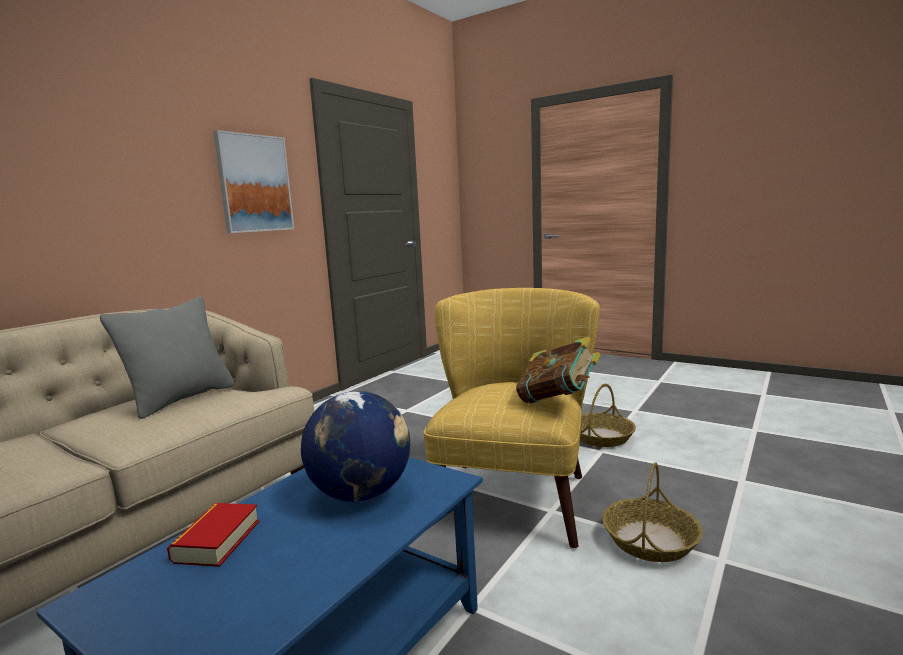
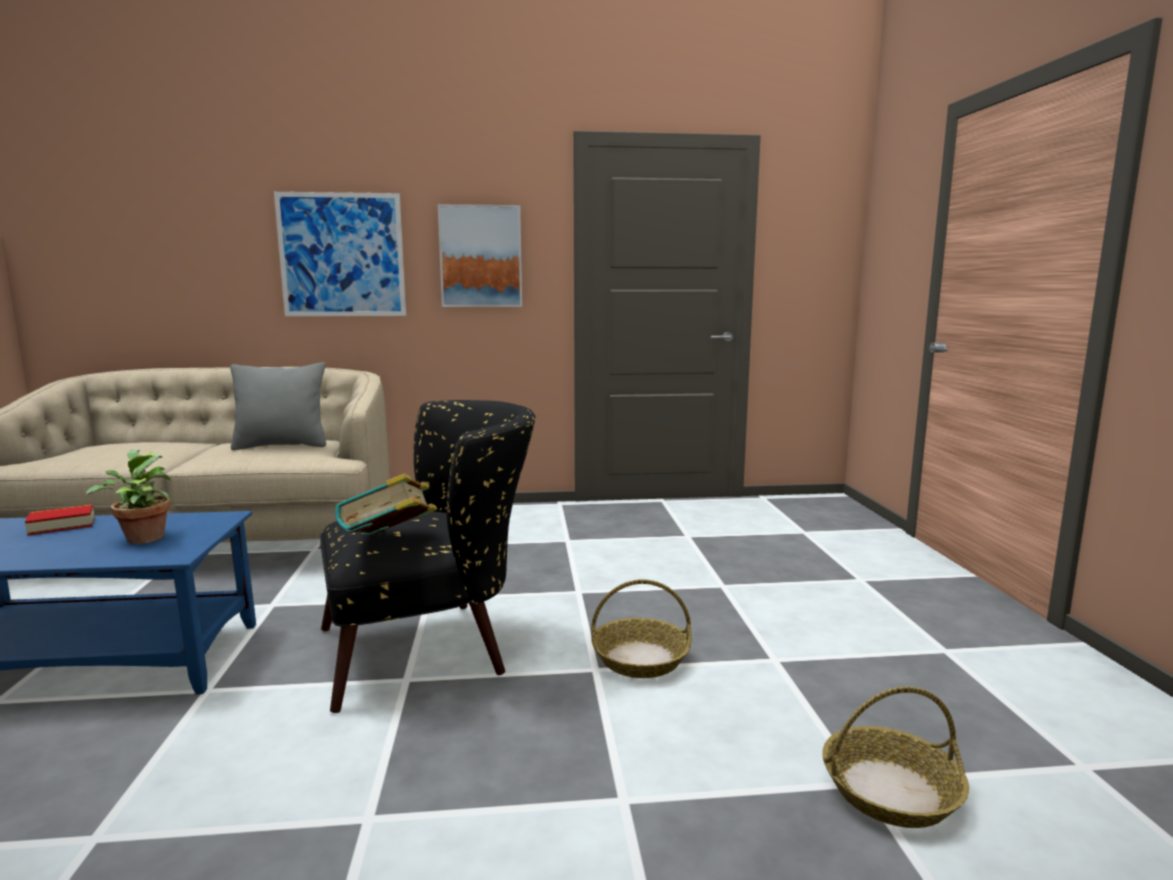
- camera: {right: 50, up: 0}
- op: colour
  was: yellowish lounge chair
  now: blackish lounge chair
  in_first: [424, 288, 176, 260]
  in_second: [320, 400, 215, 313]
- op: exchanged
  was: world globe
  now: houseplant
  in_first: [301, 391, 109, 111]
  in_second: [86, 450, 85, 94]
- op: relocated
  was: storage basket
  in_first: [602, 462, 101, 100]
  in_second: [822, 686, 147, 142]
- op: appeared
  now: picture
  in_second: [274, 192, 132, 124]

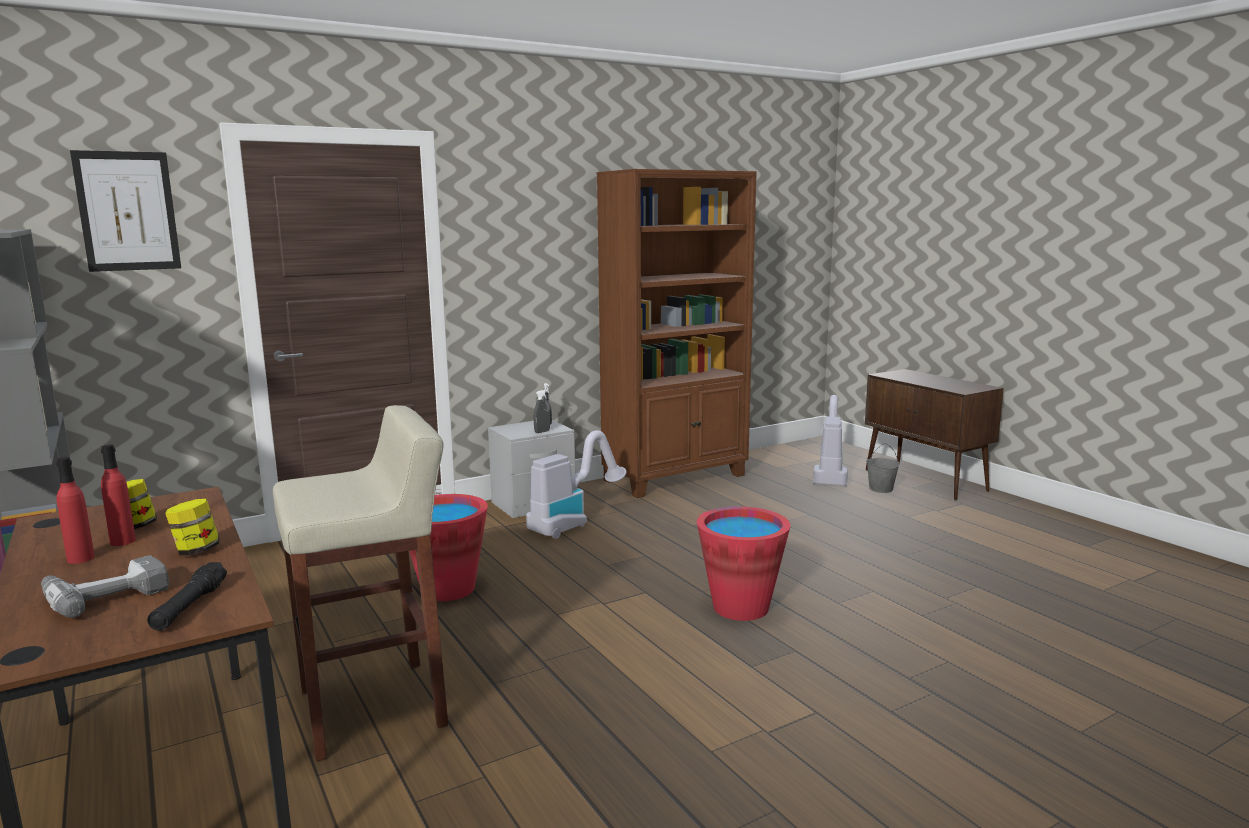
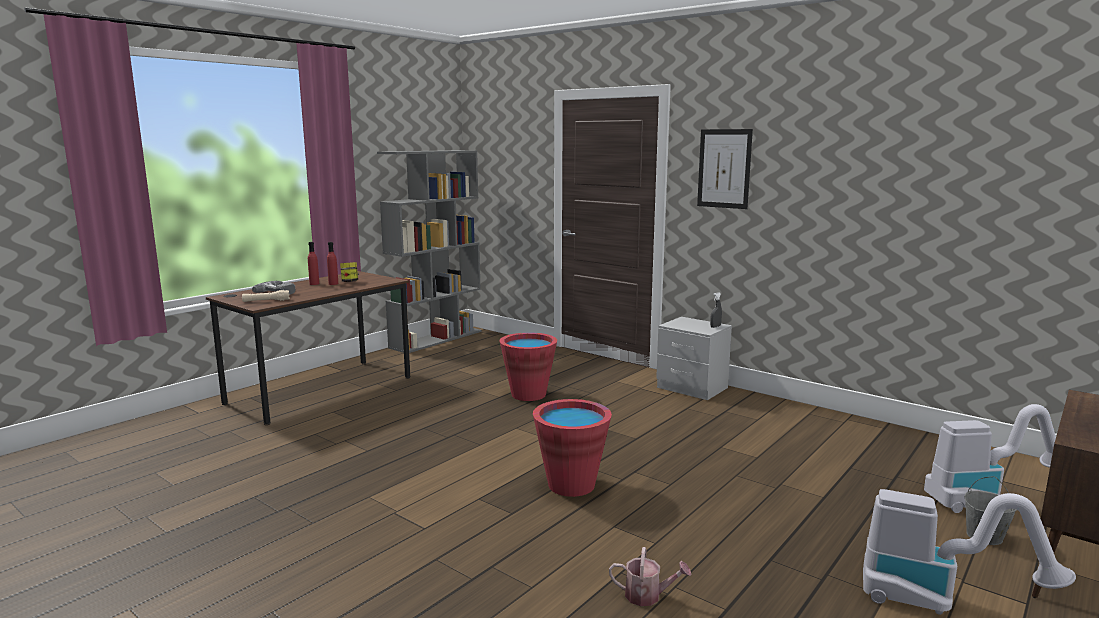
- camera: {right: 70, up: 0}
- op: relocated
  was: picture
  in_first: [70, 150, 111, 122]
  in_second: [697, 129, 56, 80]
- op: missing
  was: brown bookcase
  in_first: [597, 169, 160, 329]
- op: missing
  was: grey sprayer
  in_first: [534, 390, 16, 43]
- op: missing
  was: beige stool
  in_first: [273, 405, 175, 356]
- op: relocated
  was: hoover
  in_first: [526, 430, 100, 109]
  in_second: [863, 489, 213, 126]
- op: missing
  was: preserve jar
  in_first: [165, 499, 55, 56]
- op: colour
  was: blackish flashlight
  now: beige flashlight
  in_first: [147, 562, 80, 69]
  in_second: [242, 290, 48, 12]
- op: appeared
  now: sprinkling can
  in_second: [609, 547, 82, 59]

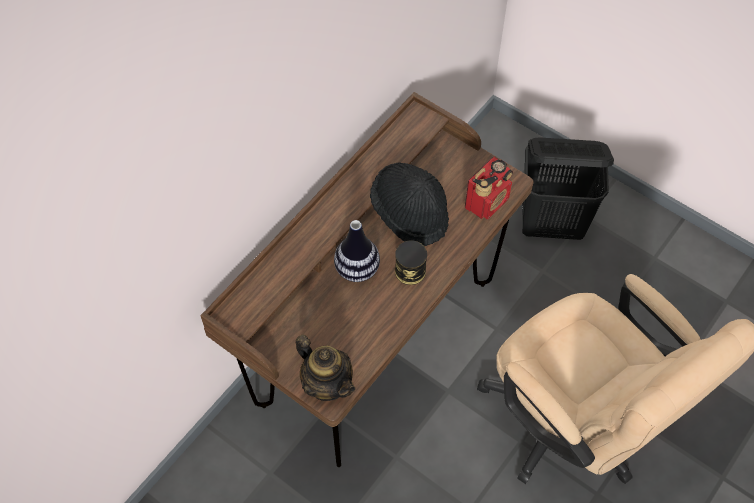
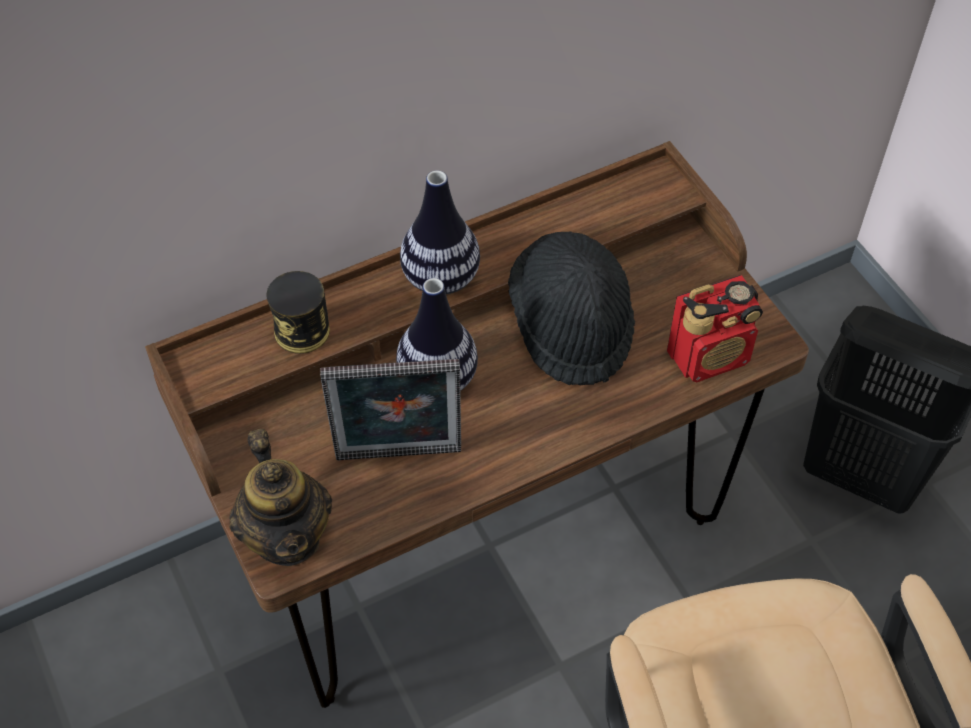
- camera: {right: 25, up: -5}
- op: relocated
  was: metal can
  in_first: [395, 240, 32, 45]
  in_second: [267, 271, 63, 83]
- op: appeared
  now: decorative vase
  in_second: [400, 170, 80, 125]
- op: appeared
  now: photo frame
  in_second: [320, 359, 141, 101]

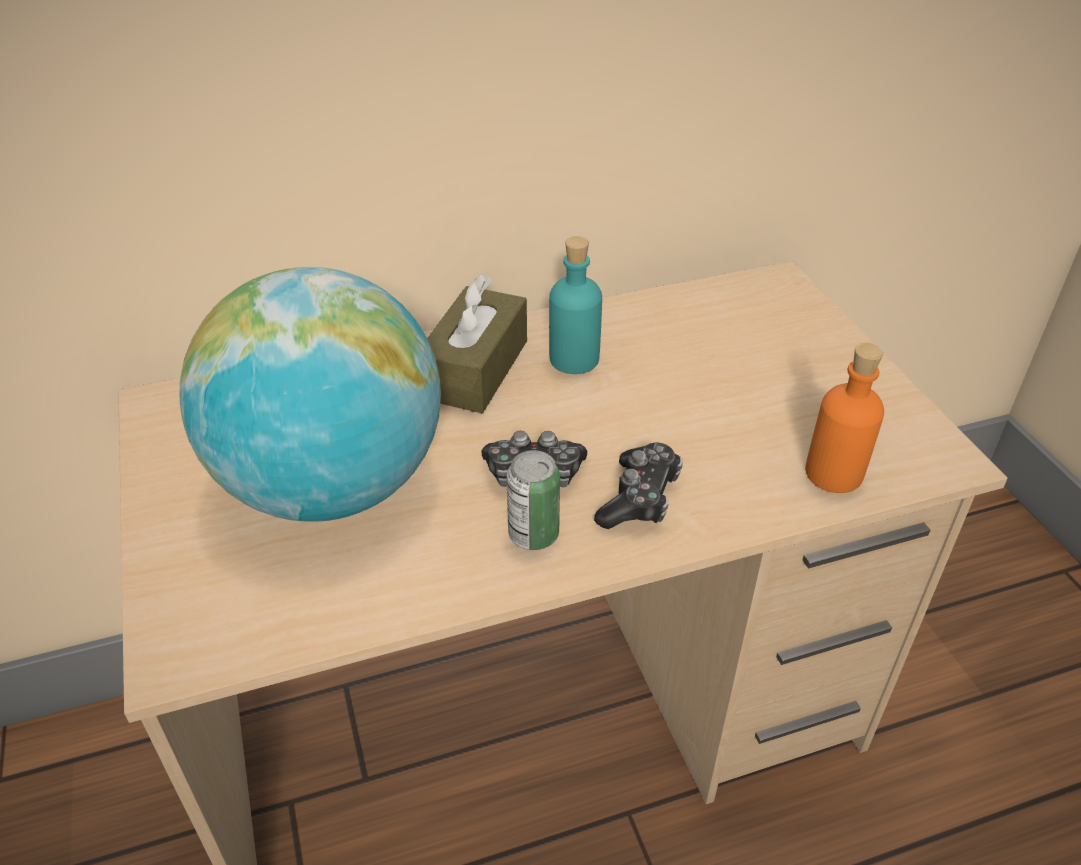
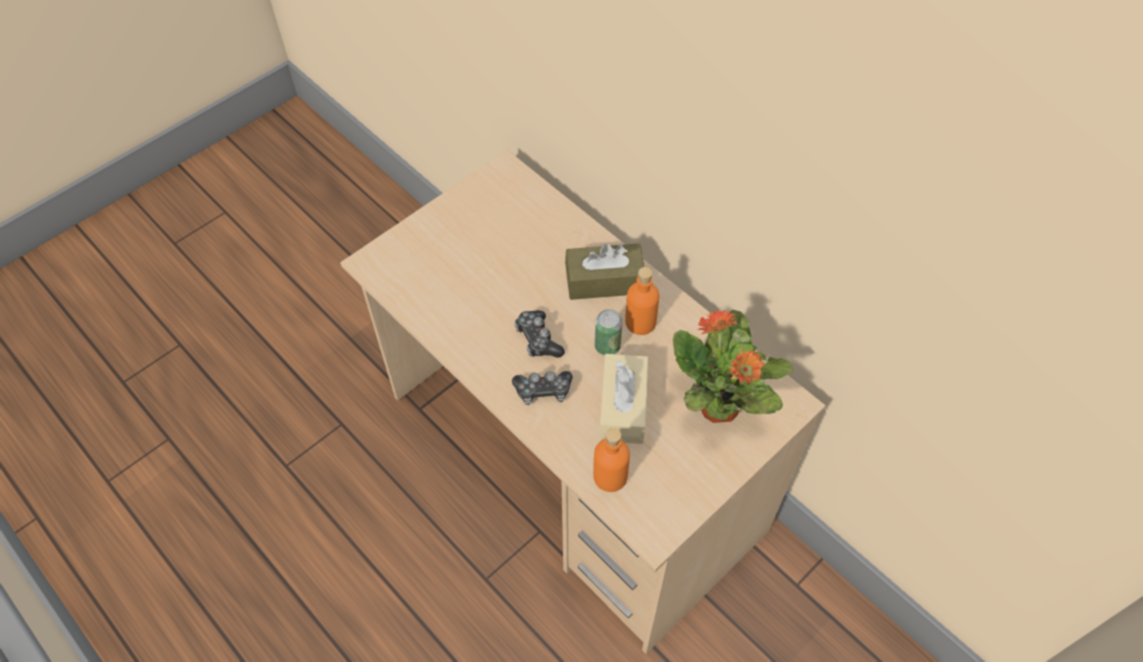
- camera: {right: 65, up: 15}
- op: colour
  was: turquoise bottle
  now: orangey bottle
  in_first: [549, 236, 53, 138]
  in_second: [625, 267, 34, 68]
- op: missing
  was: world globe
  in_first: [180, 267, 261, 255]
- op: relocated
  was: metal can
  in_first: [506, 450, 54, 100]
  in_second: [595, 309, 27, 46]
- op: appeared
  now: houseplant
  in_second: [673, 310, 120, 113]
- op: appeared
  now: beige tissue box
  in_second: [599, 354, 49, 90]

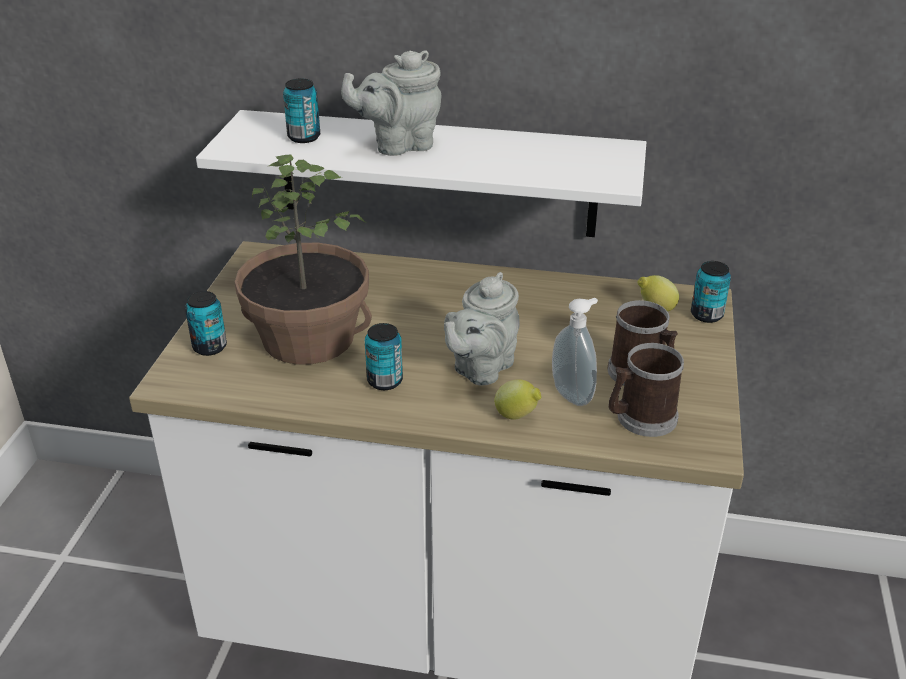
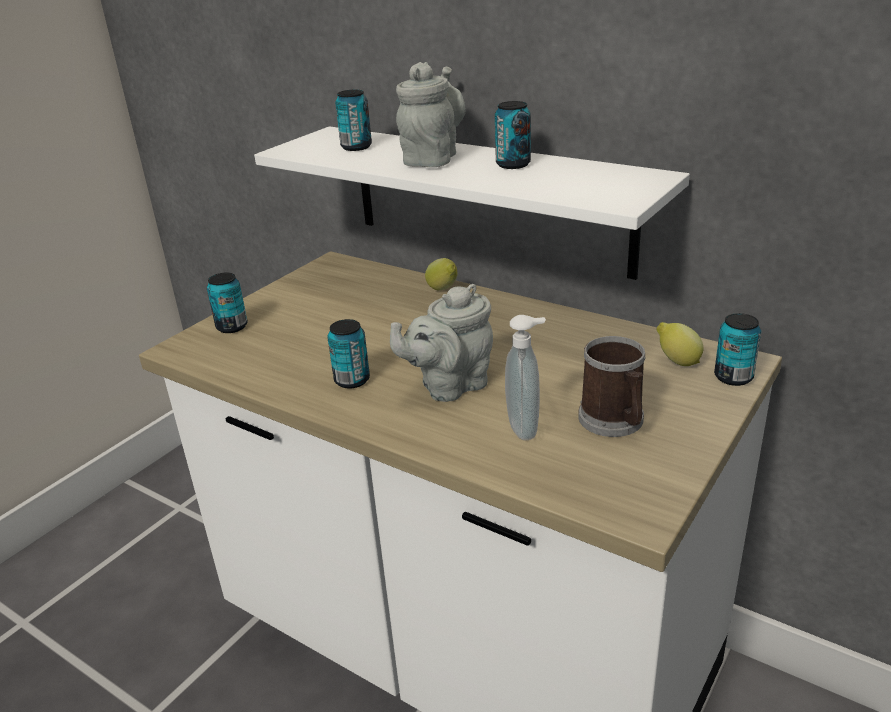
- camera: {right: 25, up: -5}
- op: spun
  was: grey teapot
  in_first: [341, 50, 101, 106]
  in_second: [396, 62, 69, 105]
  clockwise: 105
- op: missing
  was: houseplant
  in_first: [235, 155, 137, 210]
- op: missing
  was: tea mug
  in_first: [608, 343, 76, 94]
- op: relocated
  was: whole lemon
  in_first: [494, 379, 47, 41]
  in_second: [425, 258, 32, 32]
- op: appeared
  now: metal can
  in_second: [495, 101, 36, 68]

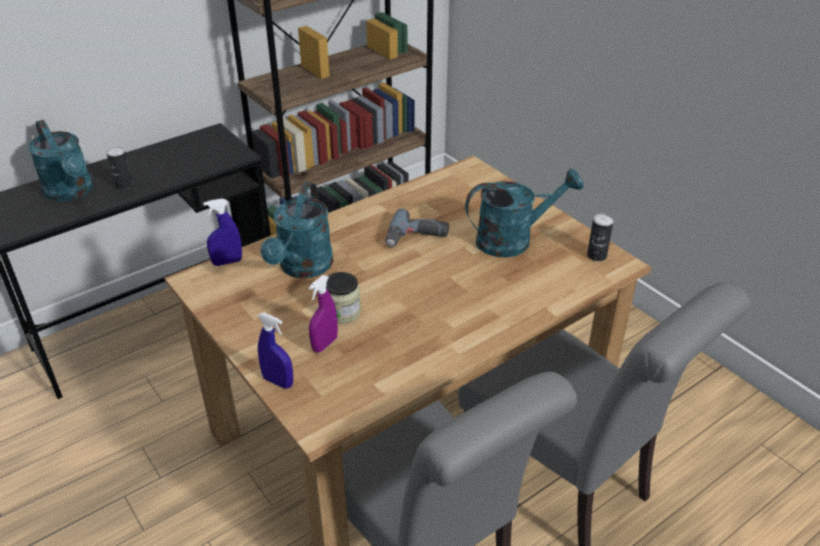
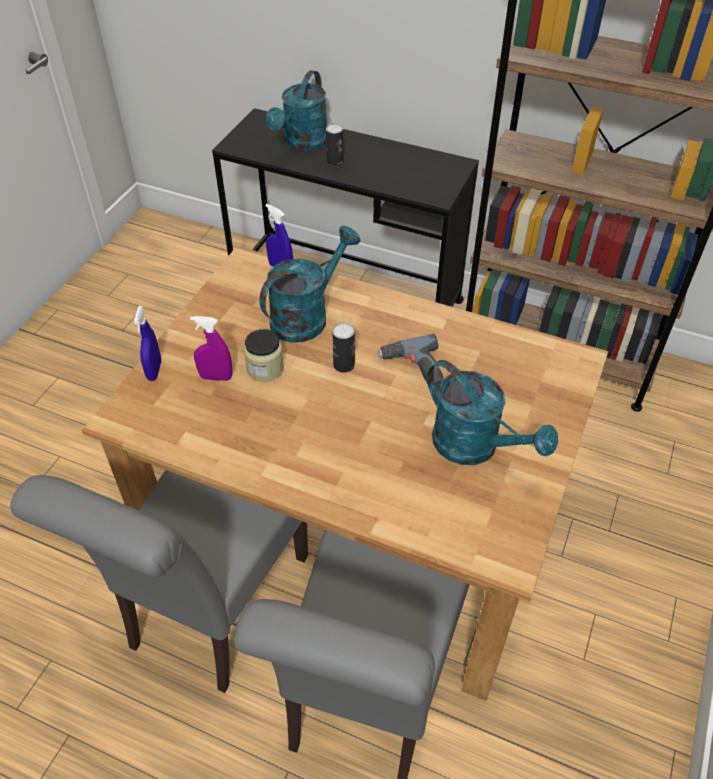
- camera: {right: 60, up: 10}
- op: spun
  was: turquoise sprinkling can
  in_first: [260, 182, 73, 96]
  in_second: [259, 226, 101, 117]
  clockwise: 150
- op: relocated
  was: metal can
  in_first: [587, 214, 27, 47]
  in_second: [332, 323, 23, 50]

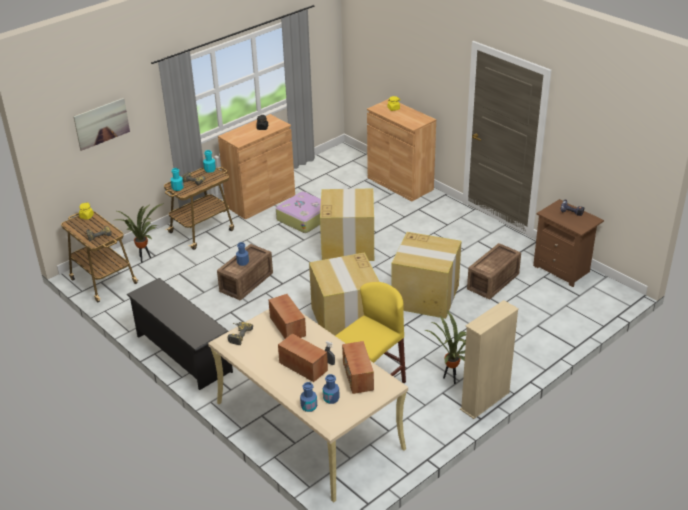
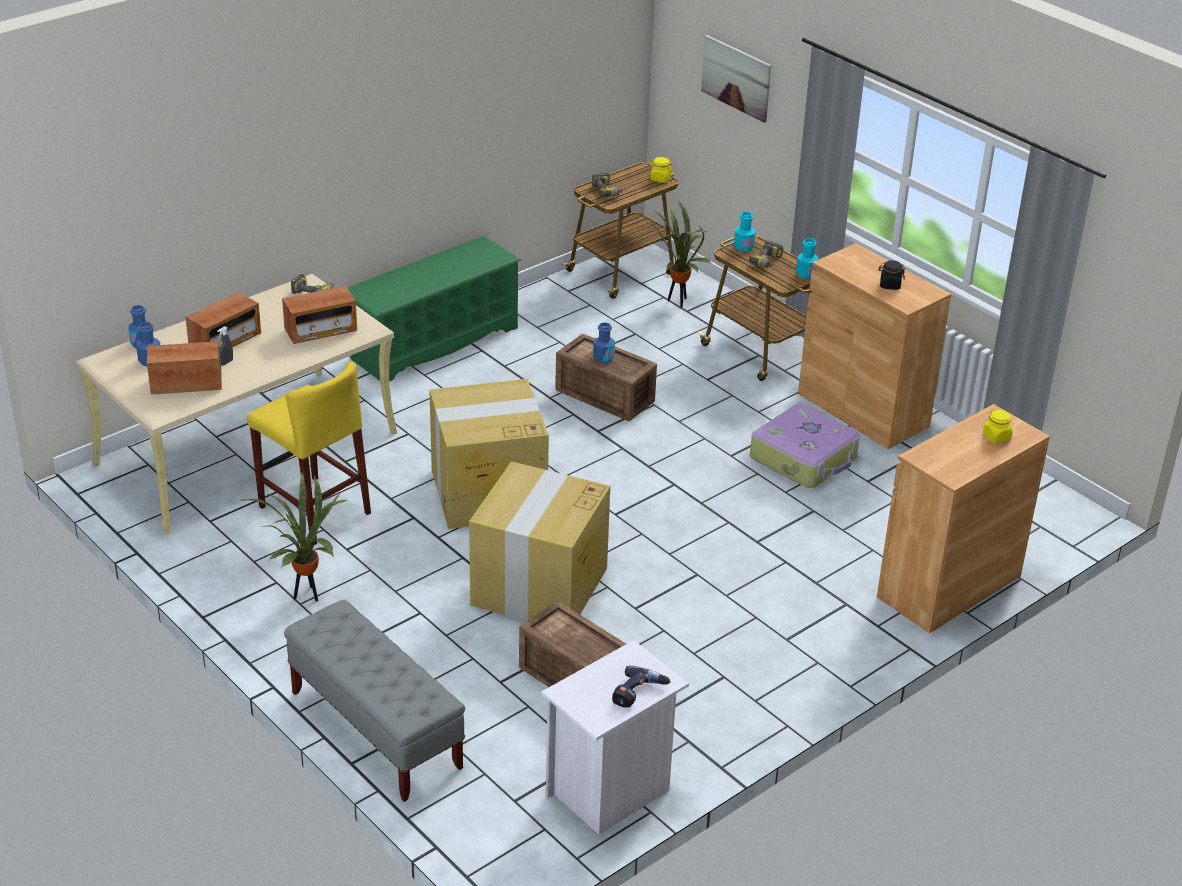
- camera: {right: 90, up: 0}
- op: missing
  was: cardboard box
  in_first: [320, 189, 54, 72]
- op: colour
  was: brown bedside table
  now: white bedside table
  in_first: [533, 199, 71, 88]
  in_second: [542, 640, 147, 194]
- op: colour
  was: blackish shoe stand
  now: green-coloured shoe stand
  in_first: [127, 278, 106, 112]
  in_second: [347, 236, 174, 146]
- op: missing
  was: beige bookcase
  in_first: [460, 300, 59, 119]
- op: appeared
  now: grey long seat
  in_second: [284, 599, 181, 203]

